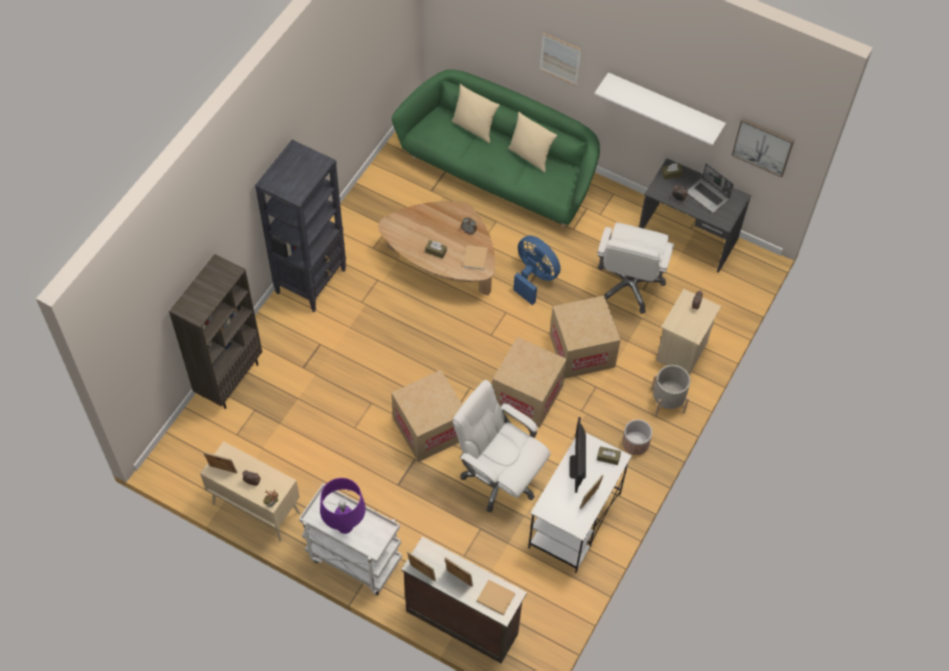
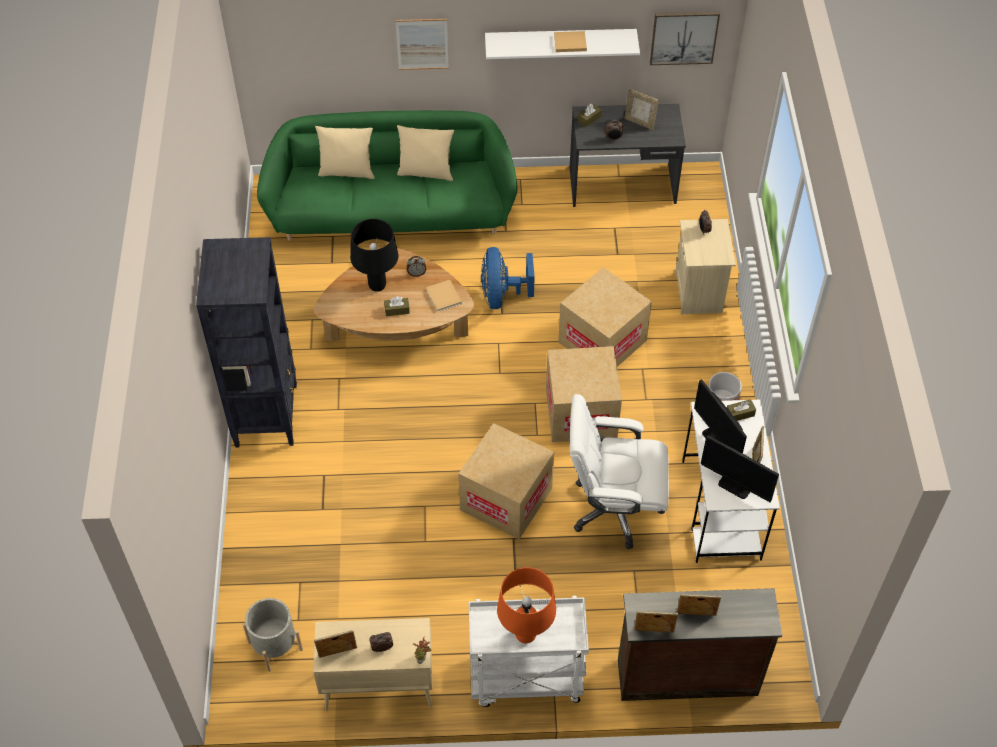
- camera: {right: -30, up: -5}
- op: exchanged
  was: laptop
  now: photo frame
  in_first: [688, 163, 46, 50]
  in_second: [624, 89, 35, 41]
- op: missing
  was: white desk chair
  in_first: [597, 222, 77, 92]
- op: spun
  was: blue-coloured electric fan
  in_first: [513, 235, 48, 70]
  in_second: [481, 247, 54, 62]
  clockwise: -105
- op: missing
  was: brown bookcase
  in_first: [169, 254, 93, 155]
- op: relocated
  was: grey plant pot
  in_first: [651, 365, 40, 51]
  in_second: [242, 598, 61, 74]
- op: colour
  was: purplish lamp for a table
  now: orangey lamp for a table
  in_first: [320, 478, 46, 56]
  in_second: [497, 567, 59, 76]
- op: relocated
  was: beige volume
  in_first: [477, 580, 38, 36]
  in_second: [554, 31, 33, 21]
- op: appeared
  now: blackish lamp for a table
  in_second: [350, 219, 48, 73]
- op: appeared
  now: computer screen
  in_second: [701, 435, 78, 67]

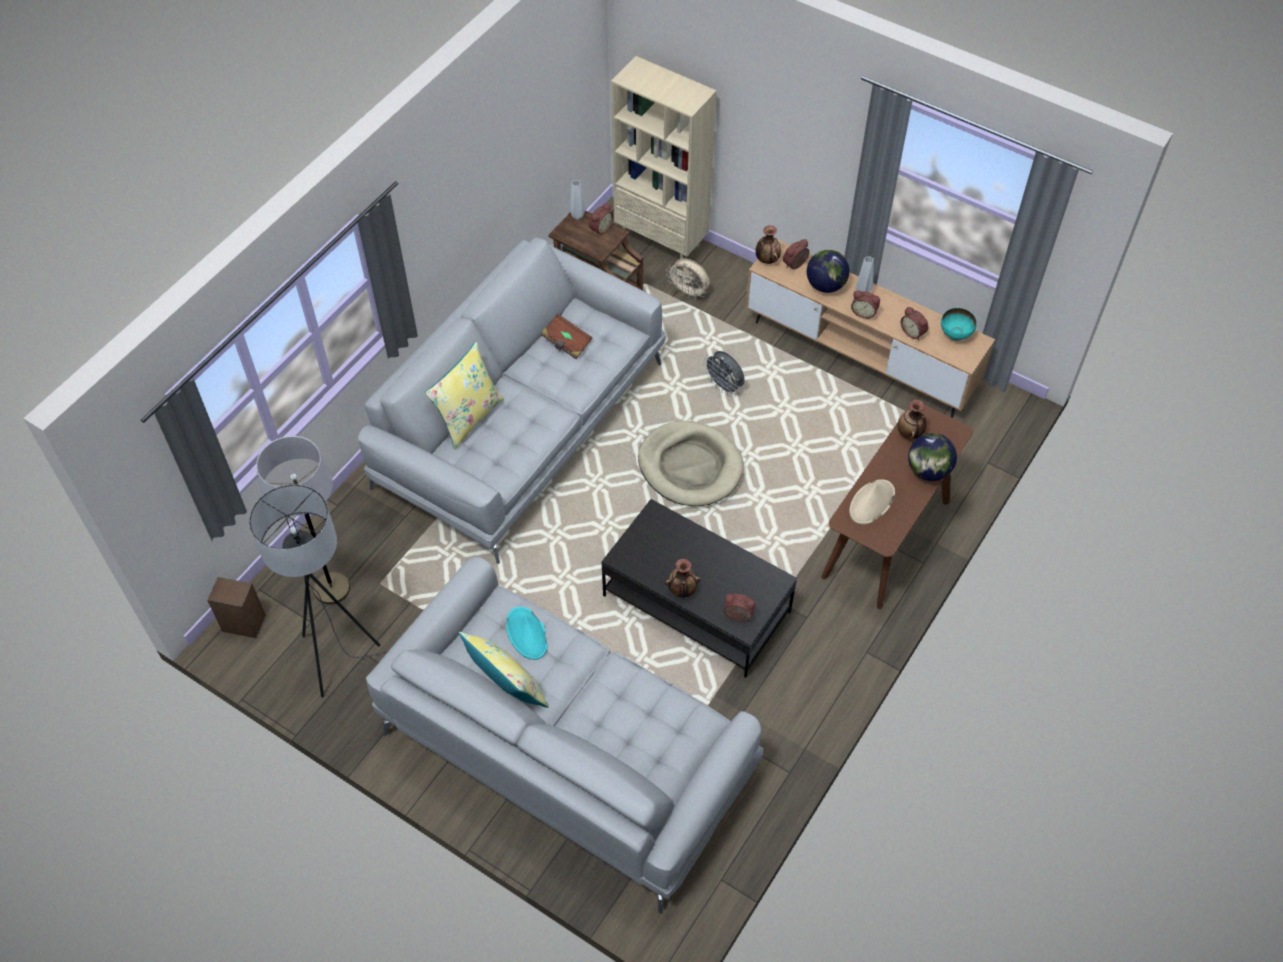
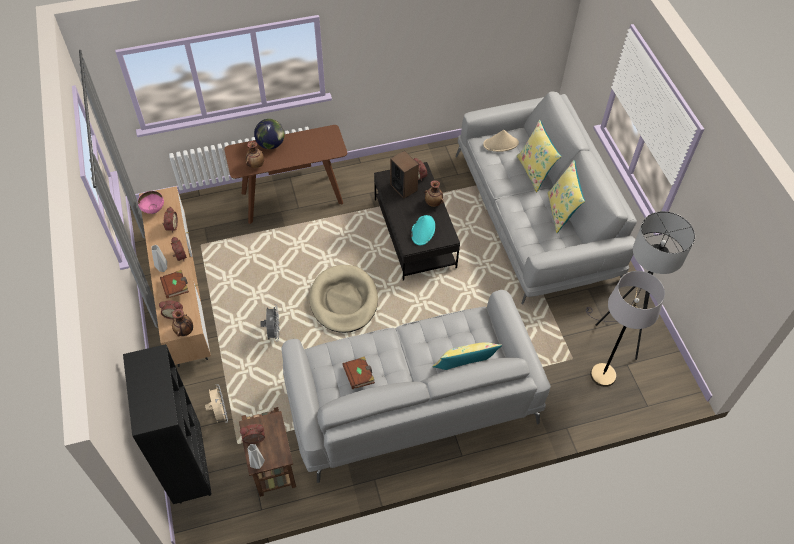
- camera: {right: -140, up: 0}
- op: colour
  was: beige bookcase
  now: blackish bookcase
  in_first: [611, 56, 106, 211]
  in_second: [123, 344, 88, 160]
- op: exchanged
  was: world globe
  now: brown volume
  in_first: [807, 250, 43, 43]
  in_second: [160, 270, 29, 29]
- op: colour
  was: turquoise serving bowl
  now: pink-coloured serving bowl
  in_first: [941, 308, 36, 33]
  in_second: [138, 191, 26, 23]
- op: relocated
  was: beige wearable hat
  in_first: [849, 479, 46, 46]
  in_second: [483, 130, 36, 22]
- op: relocated
  was: audio speaker
  in_first: [207, 577, 58, 61]
  in_second: [390, 150, 29, 49]
- op: relocated
  was: turquoise wearable hat
  in_first: [506, 607, 42, 53]
  in_second: [411, 215, 24, 30]
- op: appeared
  now: yellowish cushion
  in_second: [517, 120, 44, 72]

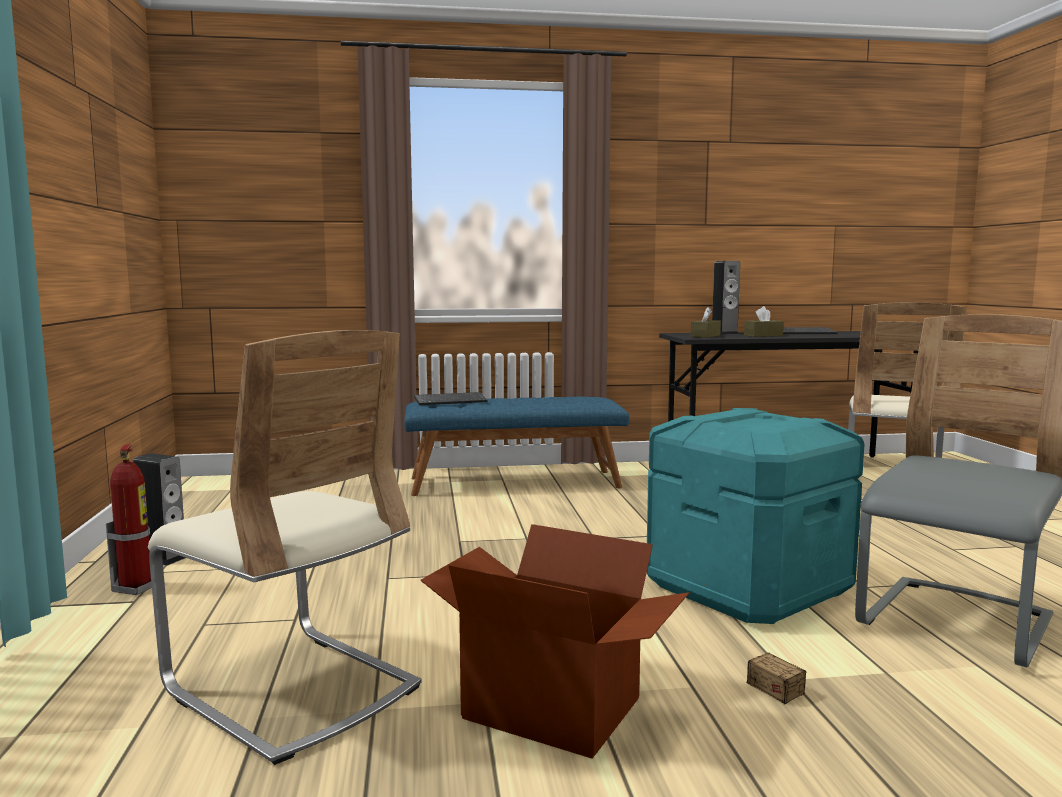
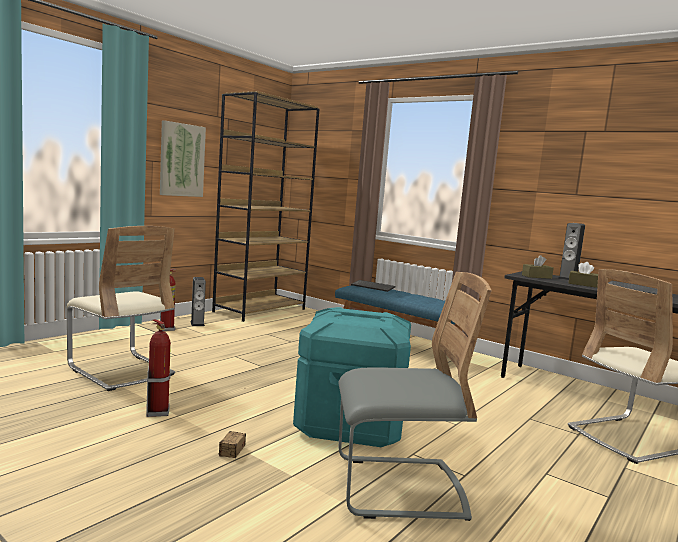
- camera: {right: 45, up: 0}
- op: spun
  was: beige plain chair
  in_first: [148, 330, 274, 435]
  in_second: [67, 226, 108, 165]
  clockwise: -45
- op: exchanged
  was: cardboard box
  now: fire-fighting cylinder
  in_first: [420, 524, 269, 235]
  in_second: [146, 319, 25, 98]
- op: appeared
  now: brown bookcase
  in_second: [212, 91, 107, 231]
- op: appeared
  now: picture
  in_second: [160, 120, 46, 77]

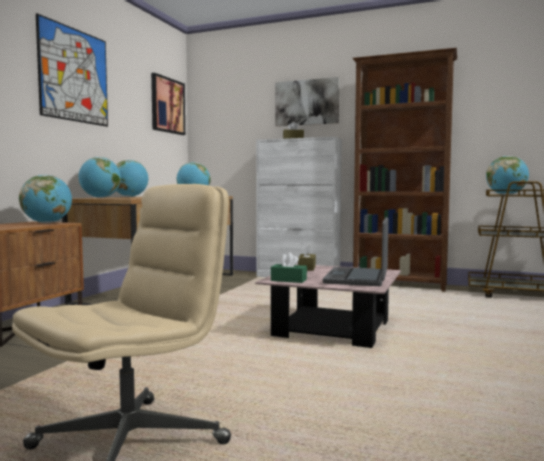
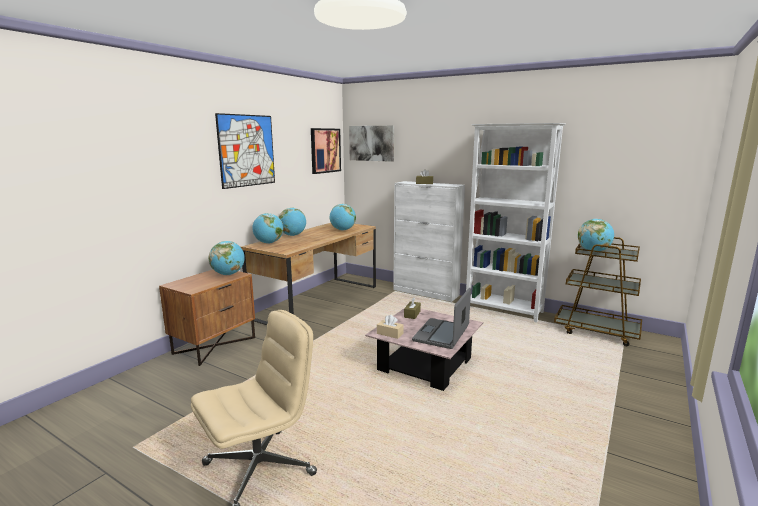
- camera: {right: 10, up: 10}
- op: colour
  was: brown bookcase
  now: white bookcase
  in_first: [352, 48, 105, 244]
  in_second: [466, 123, 100, 199]
- op: relocated
  was: picture
  in_first: [275, 77, 64, 49]
  in_second: [349, 125, 45, 37]
- op: colour
  was: green-coloured tissue box
  now: beige tissue box
  in_first: [271, 252, 36, 31]
  in_second: [377, 315, 27, 24]

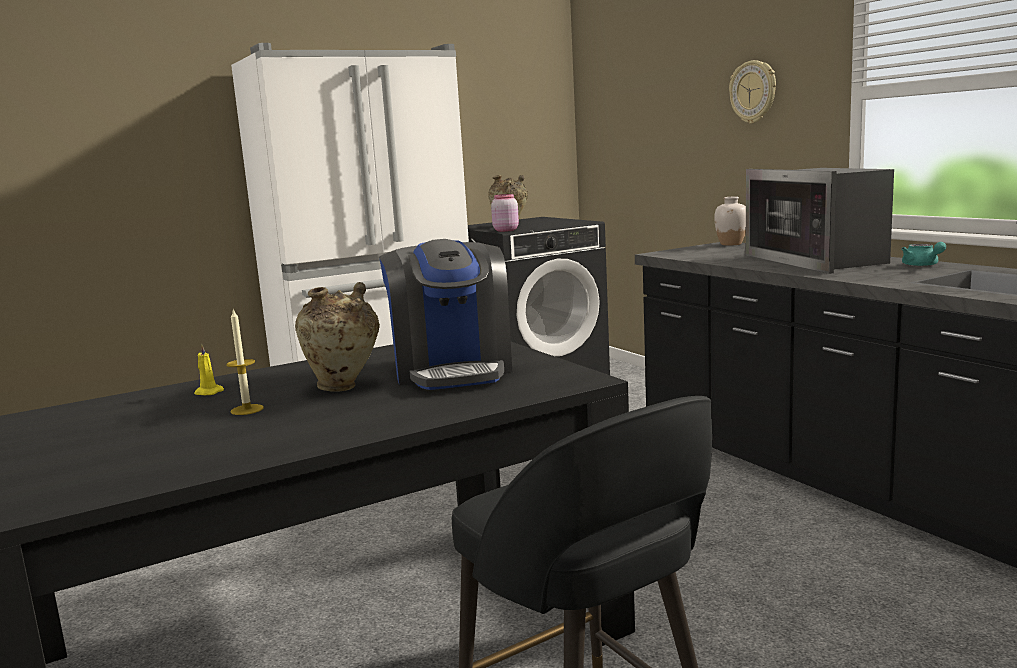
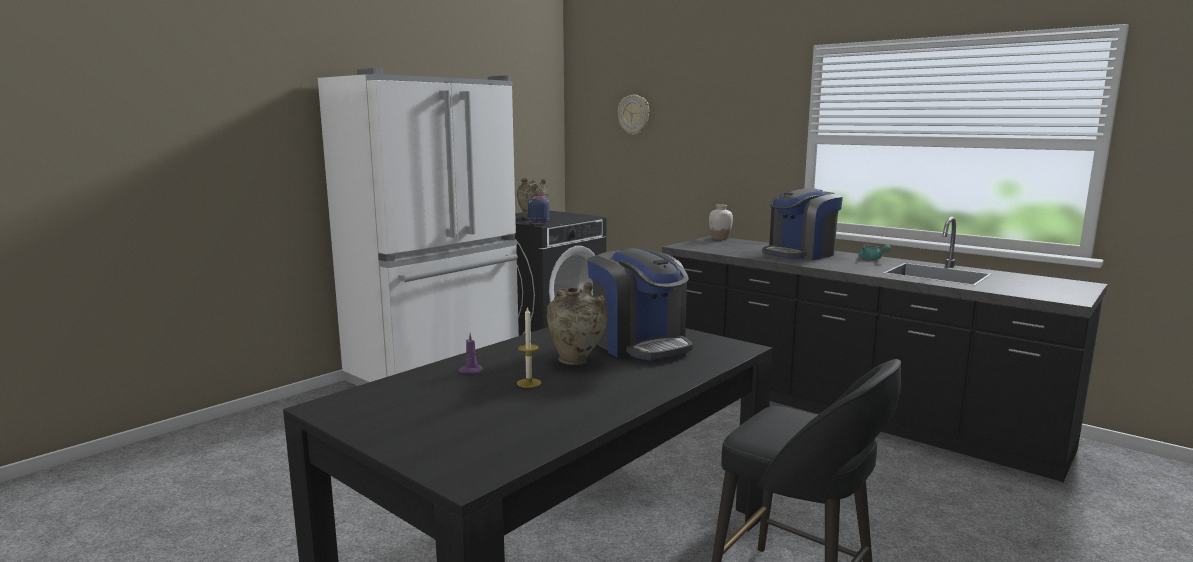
- camera: {right: -20, up: 0}
- op: relocated
  was: hanging clock
  in_first: [729, 60, 47, 64]
  in_second: [618, 95, 31, 40]
- op: exchanged
  was: kitchen microwave
  now: coffee brewer
  in_first: [746, 168, 148, 106]
  in_second: [762, 188, 81, 72]
- op: colour
  was: pink-coloured preserve jar
  now: blue-coloured preserve jar
  in_first: [491, 194, 28, 38]
  in_second: [528, 195, 21, 30]
- op: colour
  was: yellowish candle
  now: purplish candle
  in_first: [194, 343, 30, 52]
  in_second: [458, 333, 25, 40]

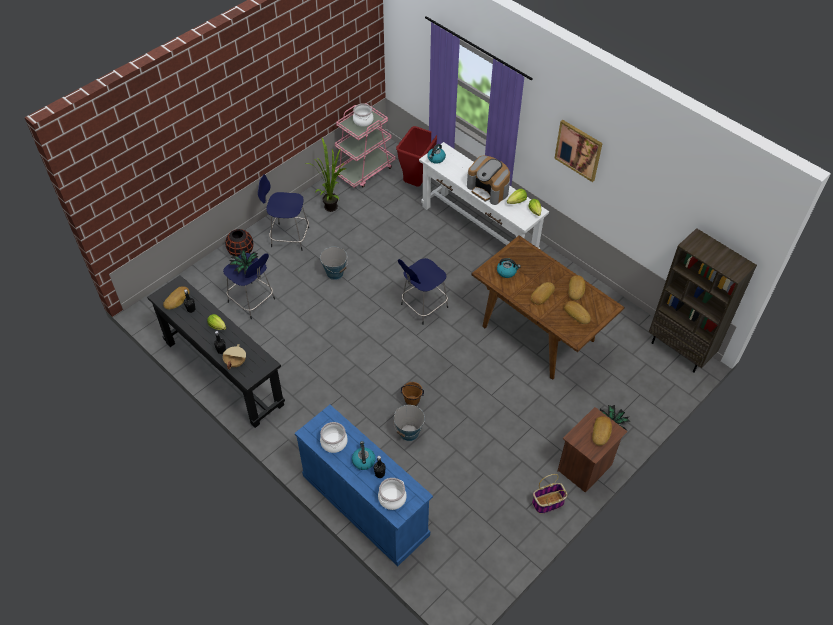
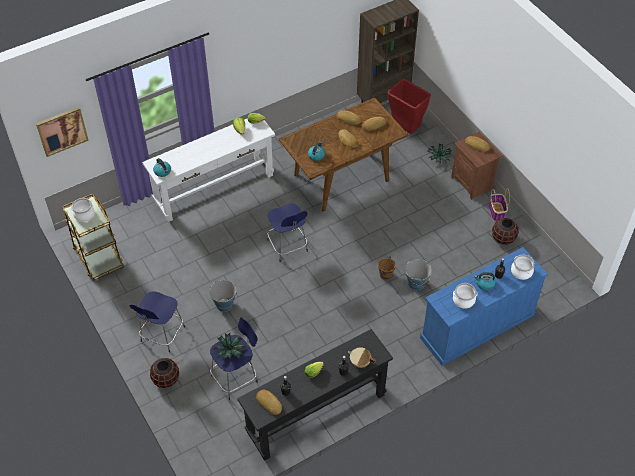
- camera: {right: -75, up: 0}
- op: colour
  was: pink-coloured trolley
  now: brown trolley
  in_first: [334, 103, 62, 85]
  in_second: [62, 193, 62, 87]
- op: relocated
  was: picture
  in_first: [554, 120, 49, 62]
  in_second: [36, 107, 53, 50]
- op: relocated
  was: reddish trash can
  in_first: [396, 126, 41, 61]
  in_second: [387, 79, 44, 55]
- op: missing
  was: houseplant
  in_first: [305, 138, 42, 74]
- op: missing
  was: coffee brewer
  in_first: [467, 156, 43, 49]
- op: appeared
  now: blackish decorative vase
  in_second: [492, 218, 27, 27]

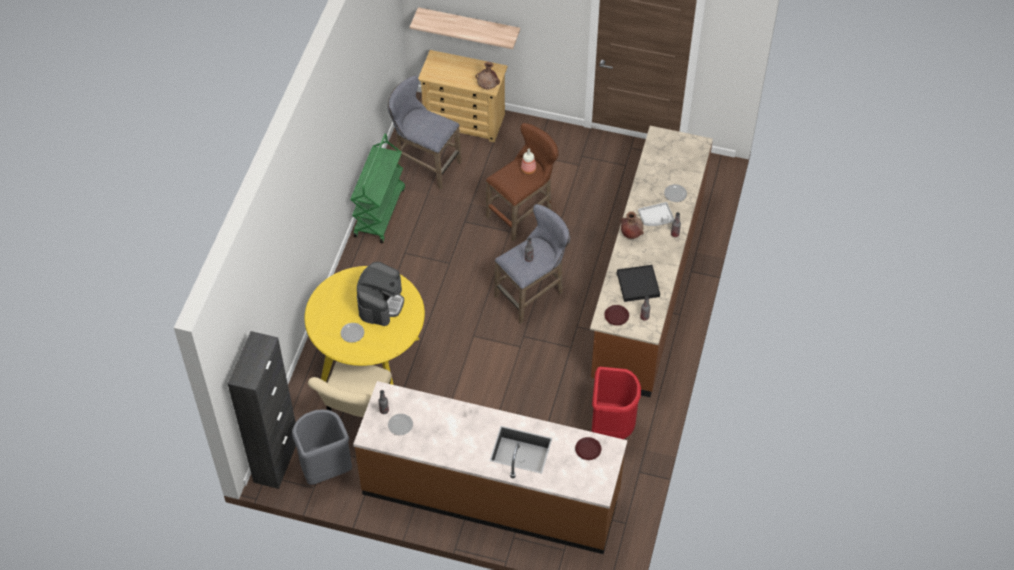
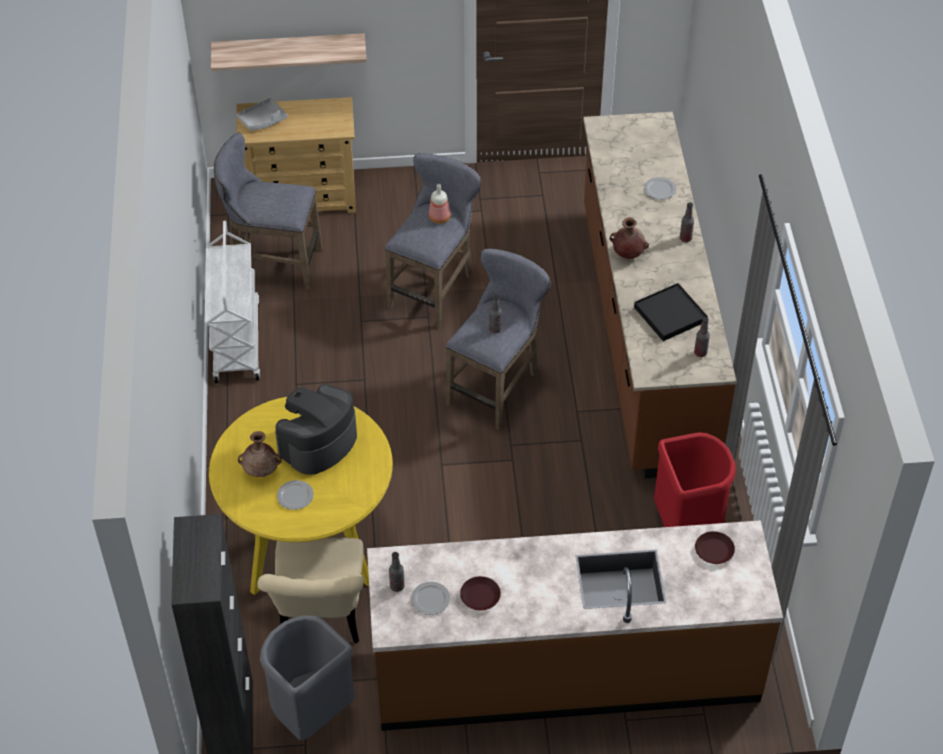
- camera: {right: -20, up: -5}
- op: relocated
  was: brown decorative vase
  in_first: [475, 62, 25, 27]
  in_second: [238, 431, 44, 46]
- op: colour
  was: brown stool
  now: grey stool
  in_first: [486, 123, 72, 118]
  in_second: [385, 153, 96, 175]
- op: colour
  was: green-coloured trolley
  now: white trolley
  in_first: [350, 134, 55, 109]
  in_second: [205, 221, 55, 162]
- op: relocated
  was: grey tray
  in_first: [638, 202, 37, 24]
  in_second: [237, 98, 51, 33]
- op: spun
  was: coffee brewer
  in_first: [357, 262, 47, 64]
  in_second: [275, 384, 82, 91]
  clockwise: -135
- op: relocated
  was: brown flat dish
  in_first: [604, 305, 25, 20]
  in_second: [460, 576, 41, 34]

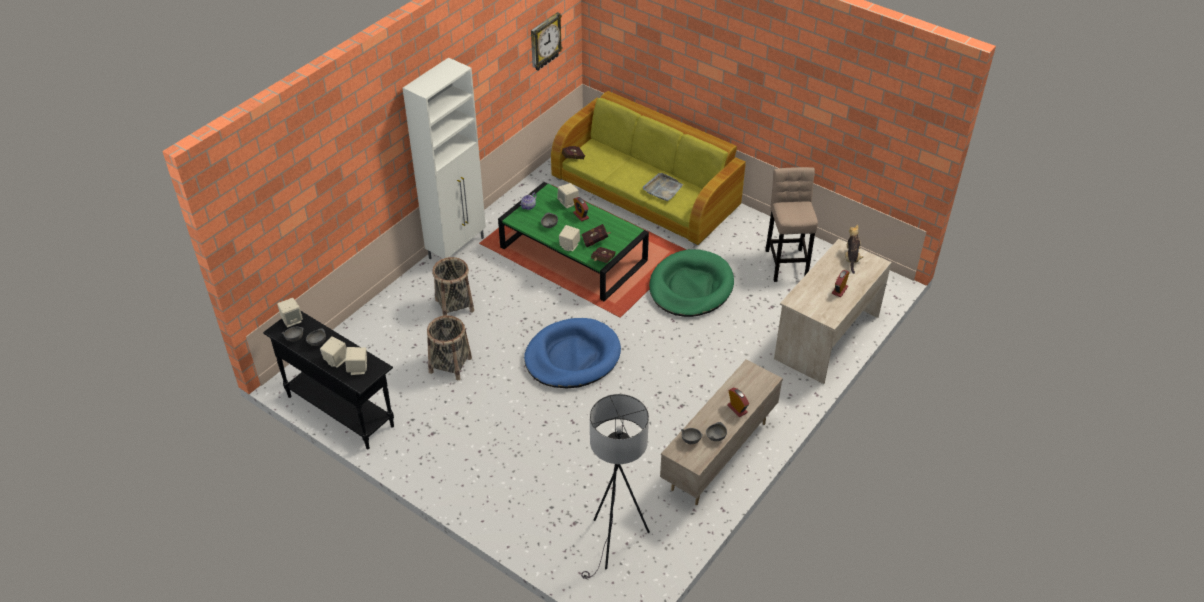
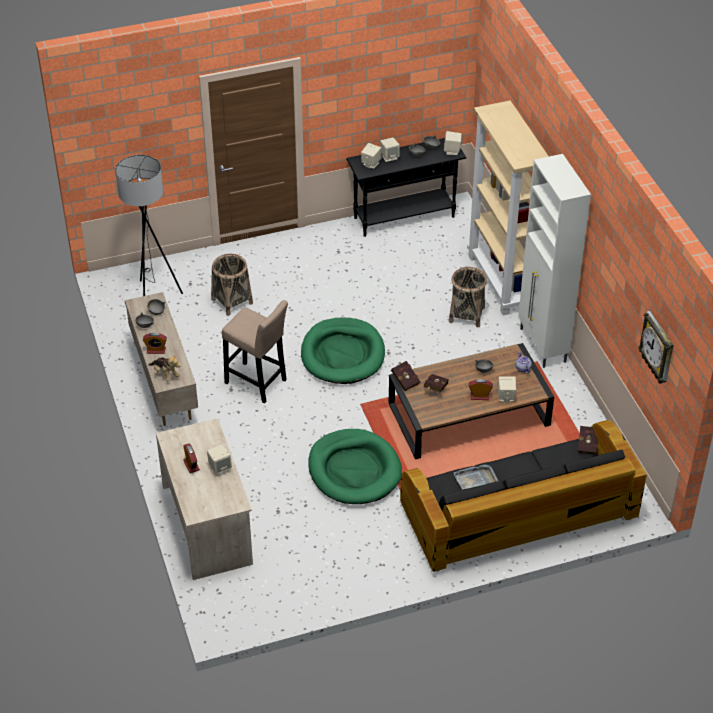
- camera: {right: 125, up: 0}
- op: colour
  was: green-coloured couch
  now: blackish couch
  in_first: [551, 91, 195, 154]
  in_second: [400, 420, 247, 152]
- op: relocated
  was: beige stool
  in_first: [765, 167, 53, 115]
  in_second: [222, 300, 66, 103]
- op: colour
  was: green-coloured low table
  now: brown low table
  in_first: [498, 182, 151, 119]
  in_second: [389, 343, 165, 116]
- op: relocated
  was: beige audio speaker
  in_first: [559, 225, 21, 26]
  in_second: [207, 445, 25, 30]
- op: relocated
  was: soft toy
  in_first: [845, 225, 18, 49]
  in_second: [149, 354, 32, 28]
- op: relocated
  was: storage basket
  in_first: [427, 315, 45, 65]
  in_second: [211, 254, 42, 62]
- op: colour
  was: blue-coloured dog cushion
  now: green-coloured dog cushion
  in_first: [524, 318, 97, 70]
  in_second: [301, 318, 84, 66]
- op: appeared
  now: beige bookcase
  in_second: [467, 100, 82, 216]

